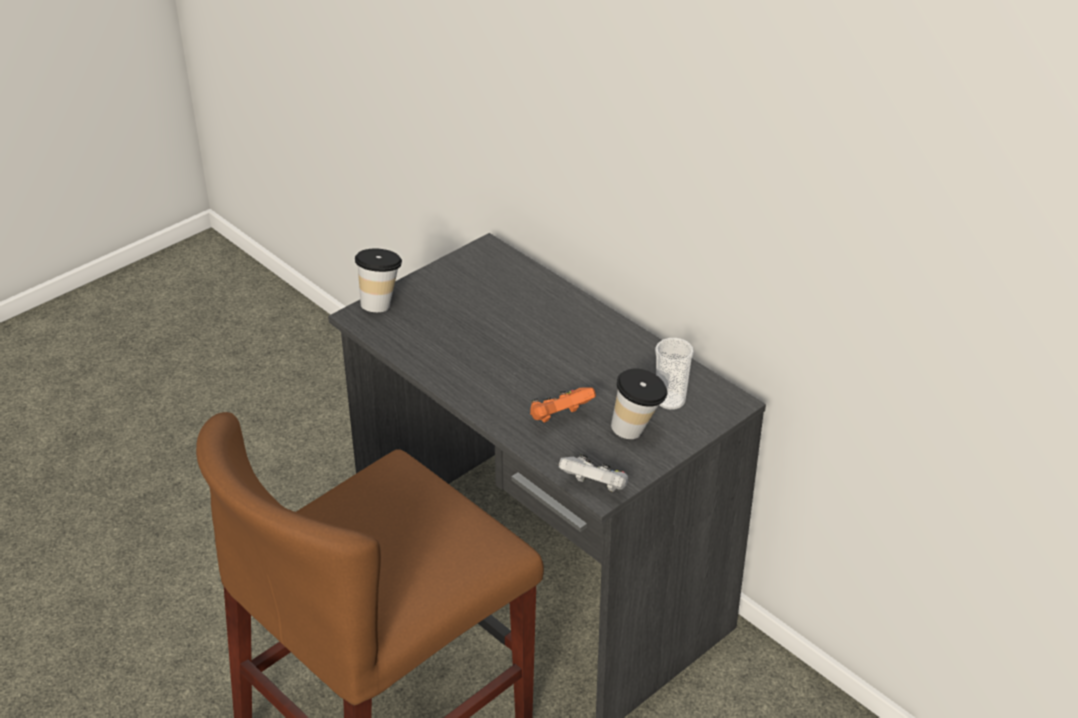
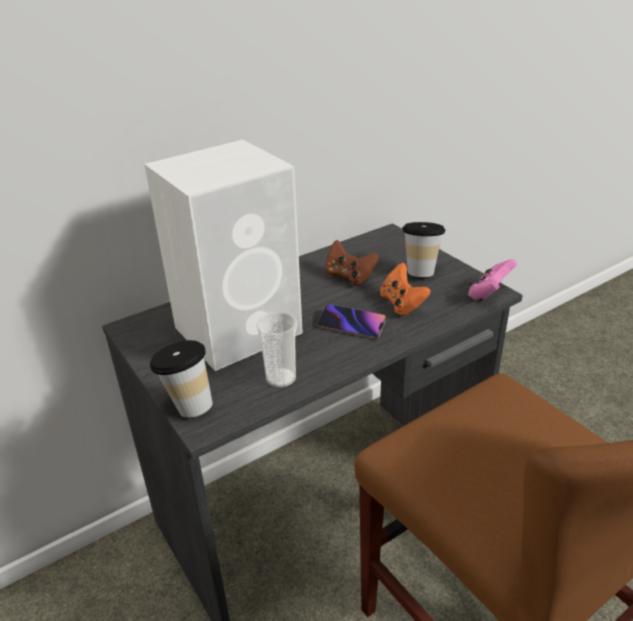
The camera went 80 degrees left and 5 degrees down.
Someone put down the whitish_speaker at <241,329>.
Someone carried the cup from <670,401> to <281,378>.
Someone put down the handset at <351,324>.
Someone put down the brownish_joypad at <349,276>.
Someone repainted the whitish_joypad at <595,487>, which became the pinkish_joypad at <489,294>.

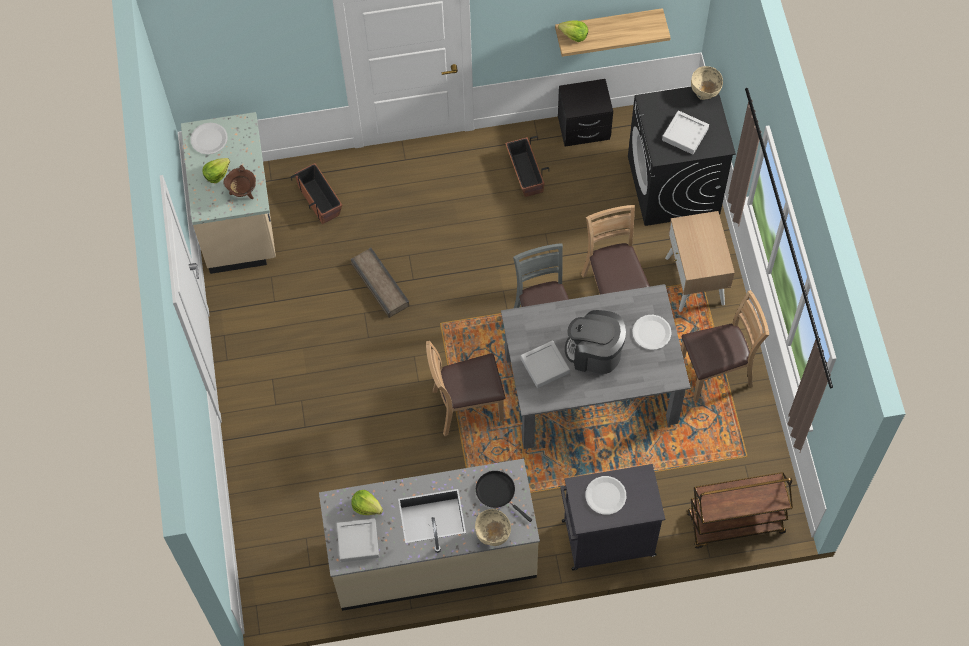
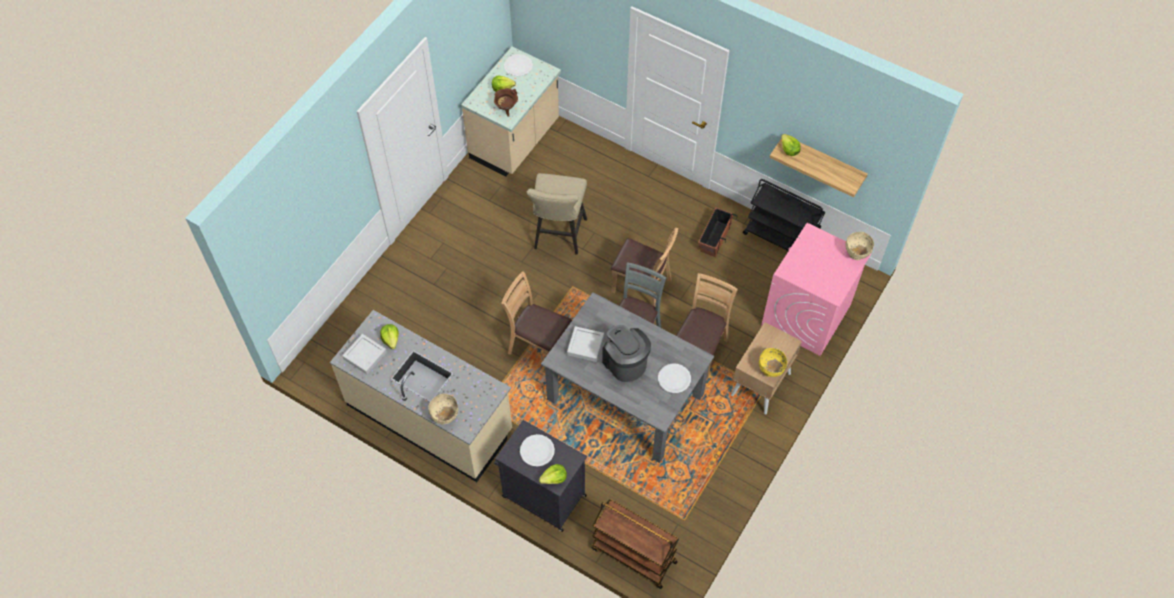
The camera went 40 degrees right and 5 degrees down.
Someone swapped the packing_crate at <379,285> for the beige-coloured_stool_seat at <558,237>.
Someone put down the lettuce_head at <554,478>.
Someone carried the brownish_chair from <716,372> to <642,286>.
Someone swapped the black-coloured_nightstand at <584,129> for the black-coloured_cart at <780,238>.
Someone put down the yellow-coloured_serving_bowl at <770,370>.
Someone repainted the black-coloured_laundry_machine at <674,186>, which became the pinkish_laundry_machine at <806,316>.
Someone took away the planter at <319,200>.
Someone took away the black-coloured_frying_pan at <498,492>.
Someone took away the gray_tray at <685,134>.

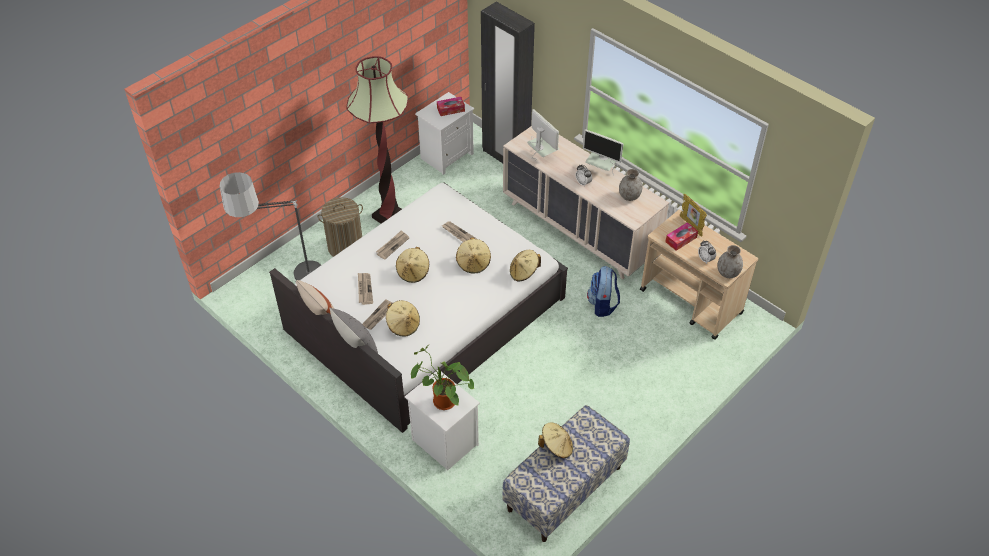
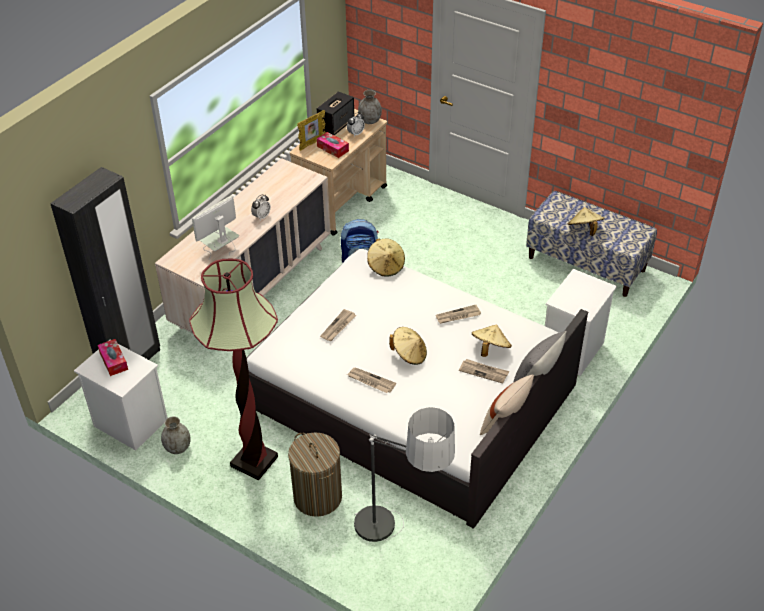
The camera went 100 degrees left and 5 degrees down.
Someone carried the gray_decorative_vase from <629,196> to <177,448>.
Someone put down the speaker at <336,125>.
Someone carried the newspaper from <364,289> to <458,316>.
Someone took away the plant_in_a_pot at <441,402>.
Someone took away the beige-coloured_hat at <473,263>.
Someone took away the computer_screen at <601,170>.

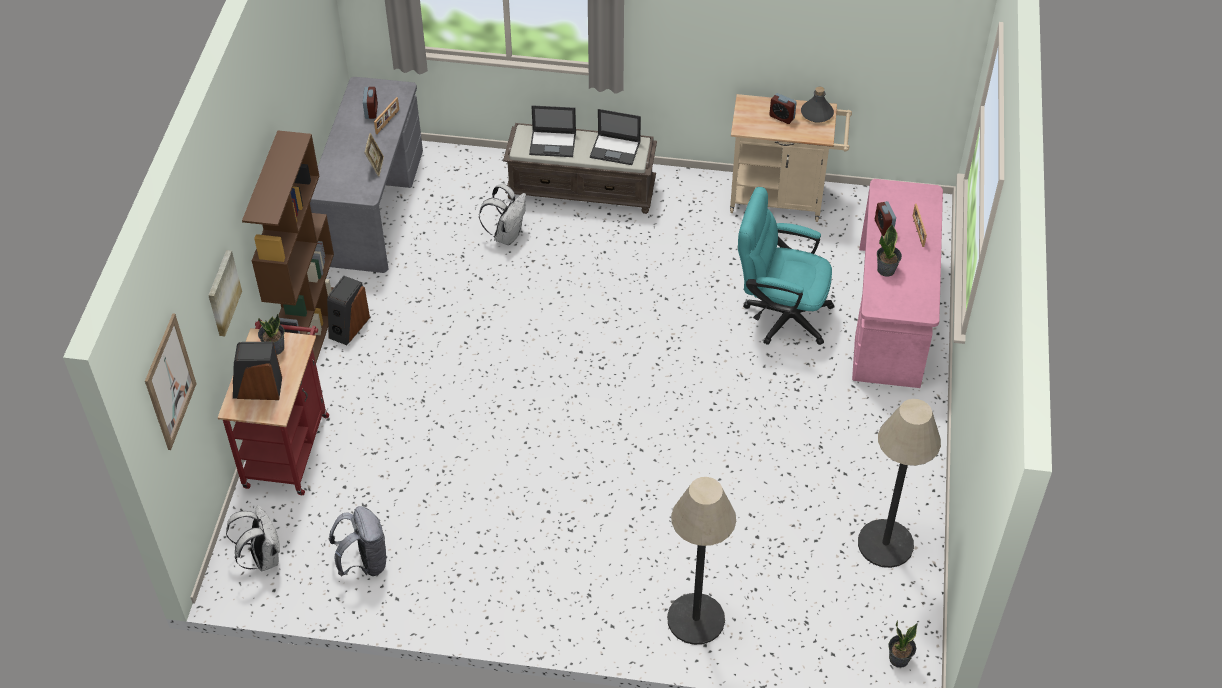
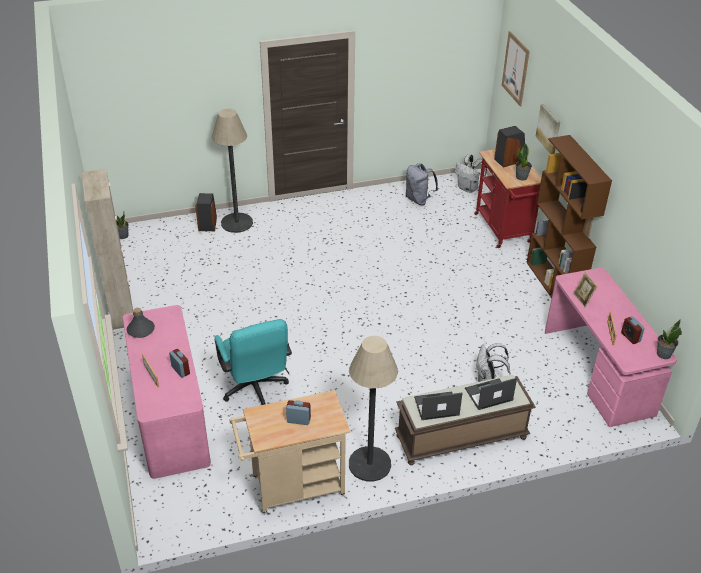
The camera went 155 degrees right and 10 degrees down.
Someone put down the beige-coloured_storage_cabinet at <122,311>.
Someone carried the gray_bottle from <816,113> to <141,330>.
Someone carried the speaker from <348,327> to <208,223>.
Someone rotated the blue-green_office_chair at <779,314> by 75 degrees clockwise.
Someone carried the floor_lamp from <885,543> to <369,464>.
Someone repainted the gray_desk at <373,206>, which became the pinkish_desk at <598,371>.
Someone carried the plant_in_a_pot from <886,270> to <663,354>.

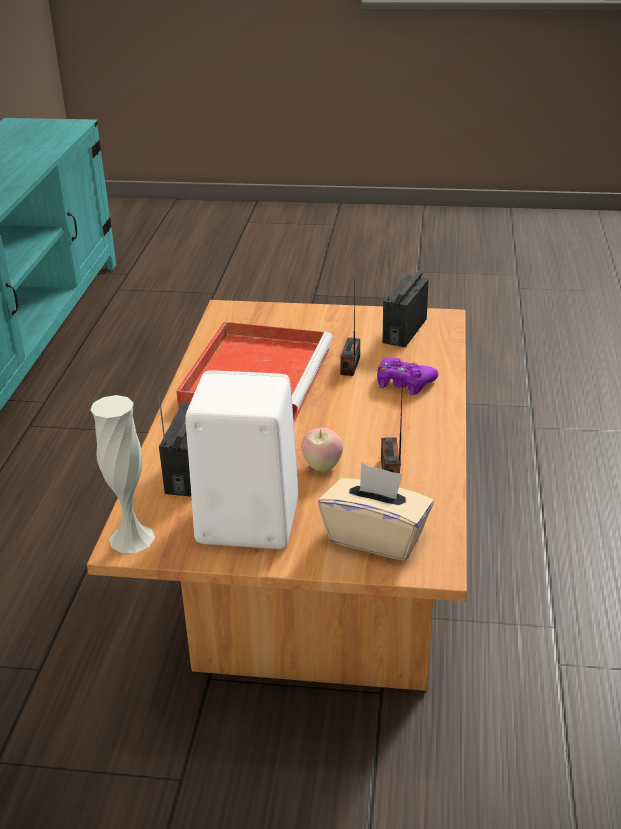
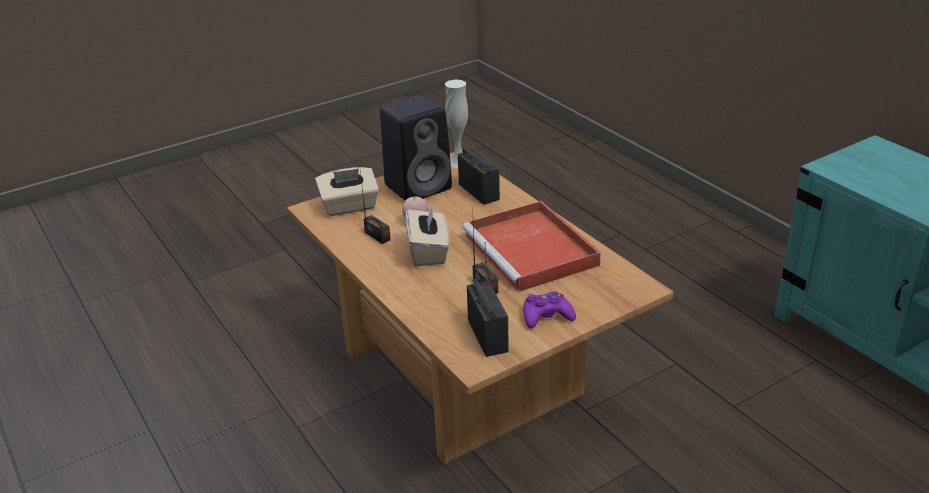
The camera went 140 degrees right and 0 degrees up.
Someone repainted the whitish_speaker at <243,522>, which became the black-coloured_speaker at <419,186>.
Someone put down the beige-coloured_tissue_holder at <428,252>.
Someone carried the purple_joypad from <404,383> to <546,316>.

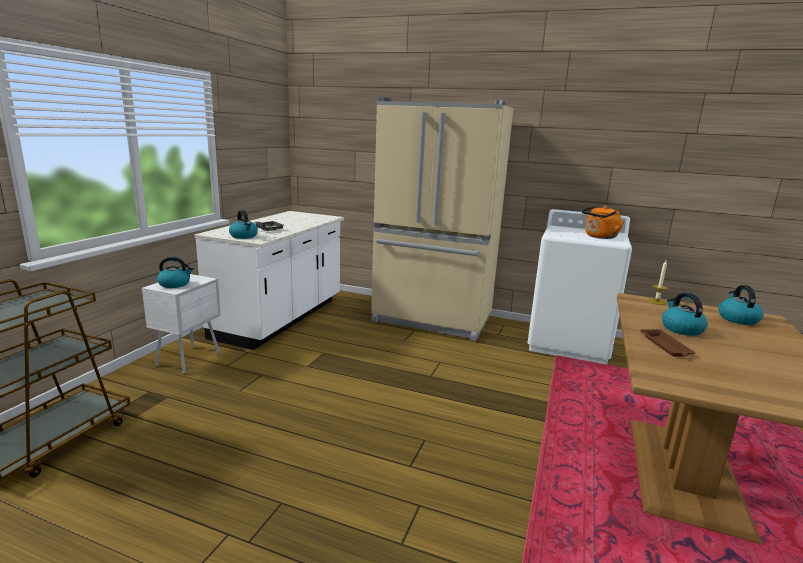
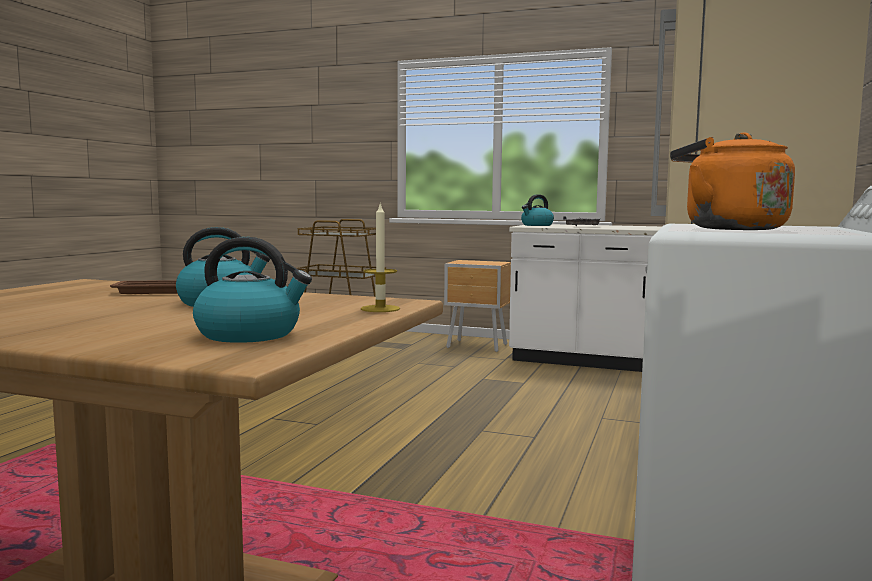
The camera went 90 degrees right and 10 degrees down.
Someone repainted the whitish_nightstand at <190,359>, which became the brownish_nightstand at <478,346>.
Someone took away the tea_kettle at <175,284>.

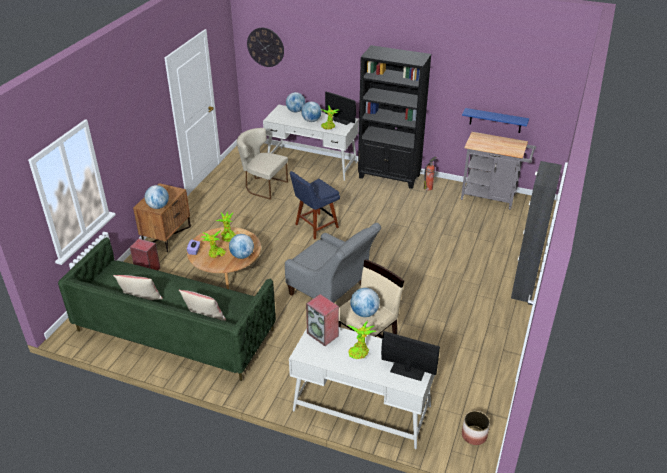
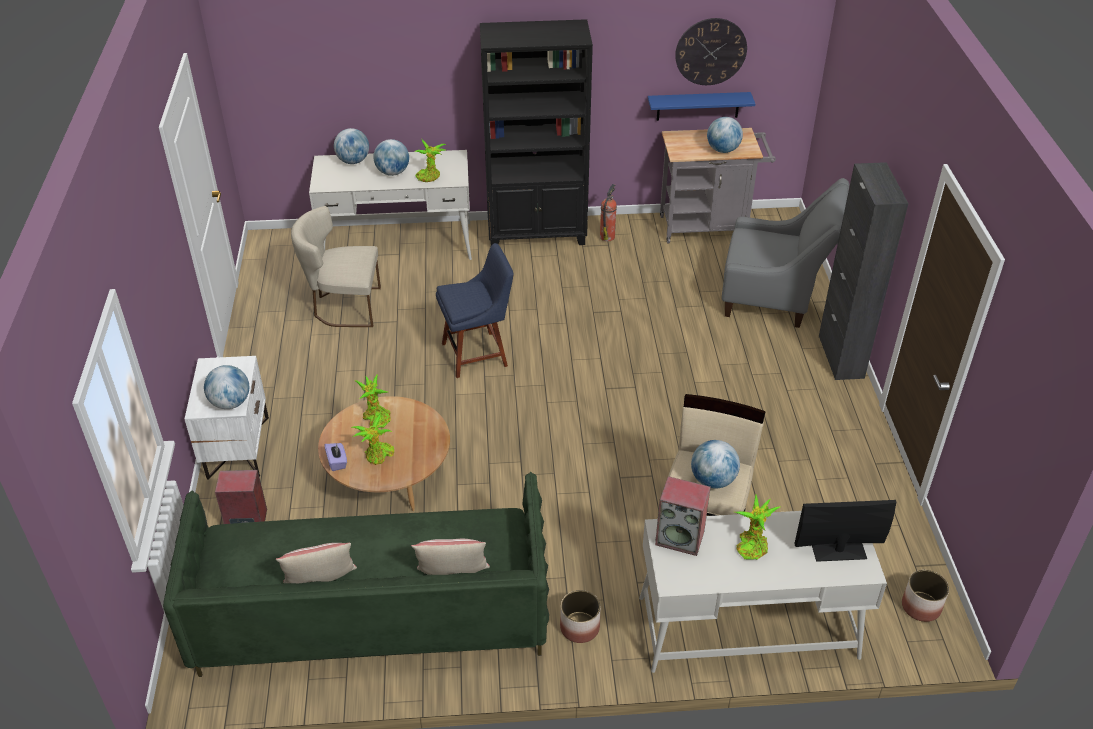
The camera went 25 degrees left and 5 degrees up.
Someone repainted the brownish_nightstand at <167,236>, which became the whitish_nightstand at <237,447>.
Someone rotated the blue_chair at <315,227> by 135 degrees counterclockwise.
Someone put down the planter at <580,628>.
Someone carried the clock_on_the_wall from <265,47> to <711,51>.
Someone carried the world_globe from <242,256> to <723,150>.
Someone carried the gray_armchair from <331,292> to <775,297>.
Someone took away the computer_screen at <340,120>.

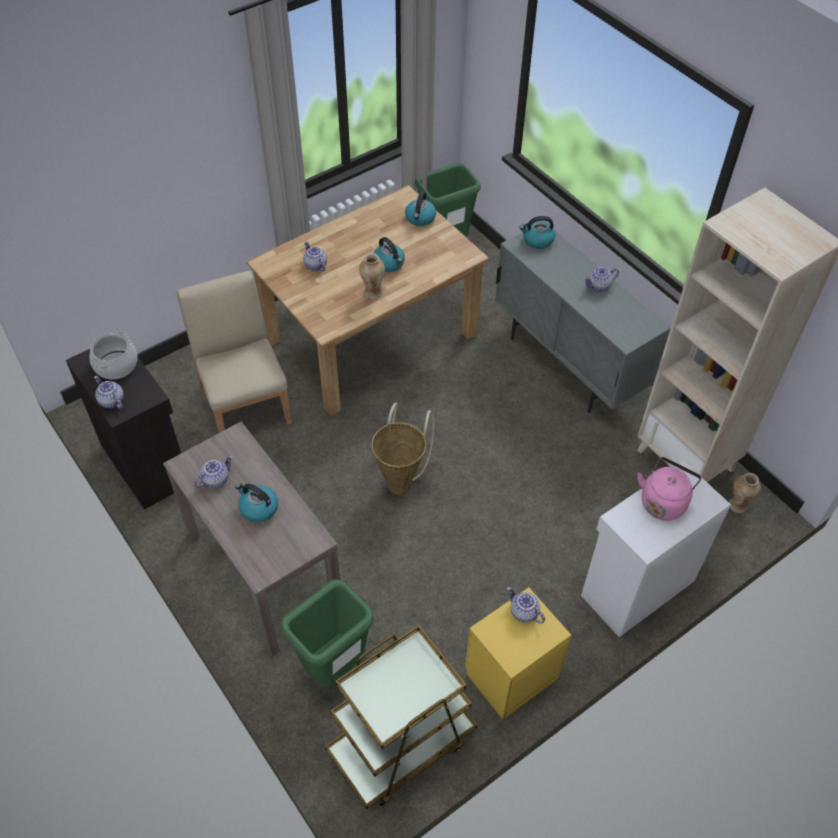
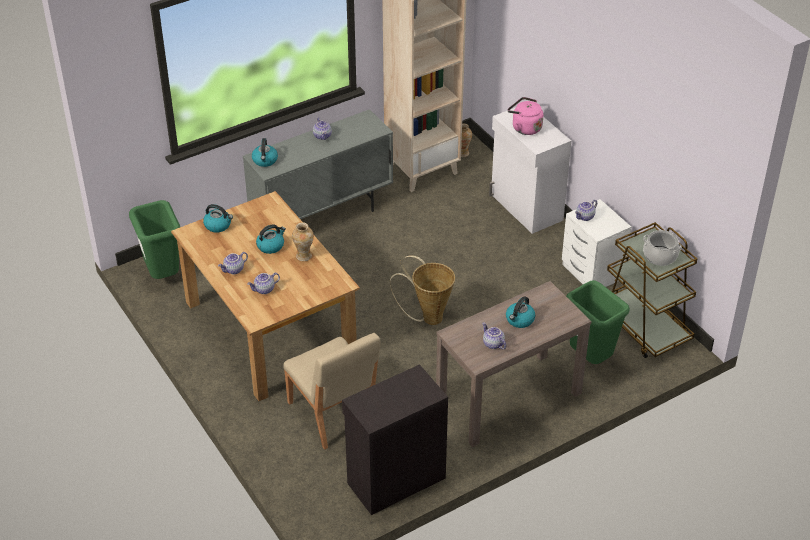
The camera went 85 degrees left and 10 degrees down.
Someone carried the teapot from <111,401> to <234,270>.
Someone rotated the beige-coloured_chair at <246,402> by 105 degrees counterclockwise.
Someone repainted the yellow-coloured_nightstand at <509,675>, which became the whitish_nightstand at <592,273>.
Someone carried the cooking_pot from <116,365> to <660,256>.

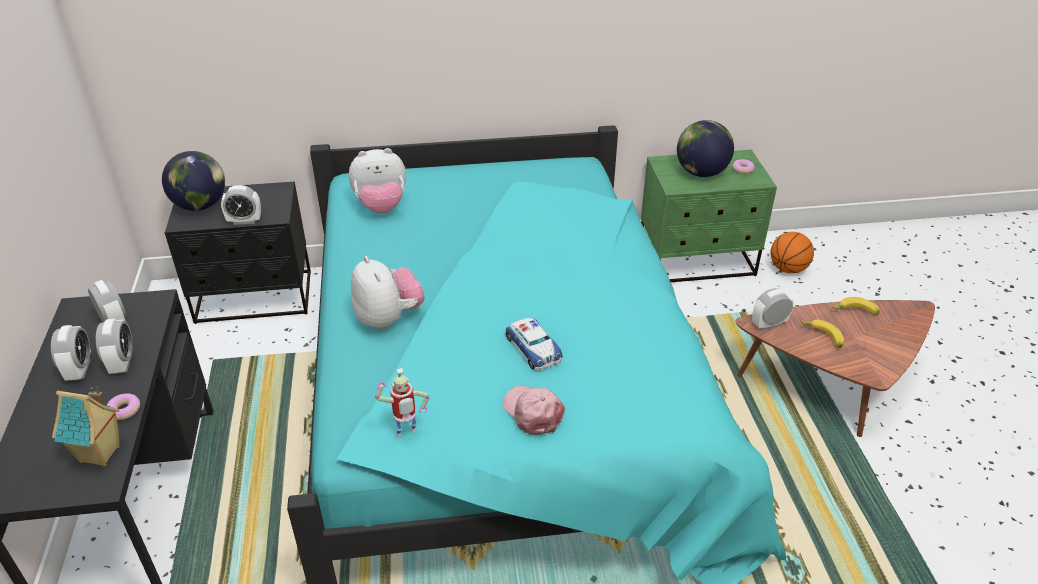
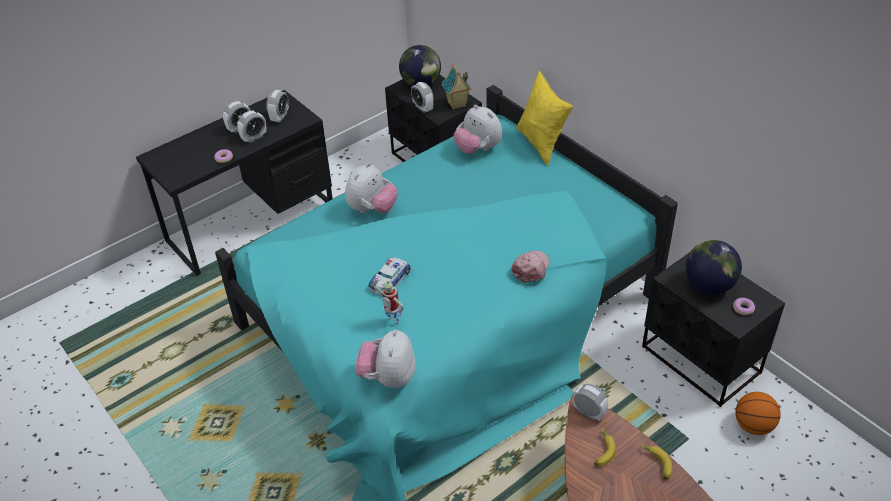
The camera went 60 degrees right and 5 degrees up.
Someone put down the soft_toy at <388,377>.
Someone carried the robot_figure from <406,435> to <392,321>.
Someone carried the model_house from <101,454> to <456,105>.
Someone carried the pinkish_cap from <533,412> to <531,268>.
Someone put down the yellow-coloured_cushion at <541,144>.
Someone repainted the greenish_nightstand at <697,261>, which became the black-coloured_nightstand at <700,361>.

